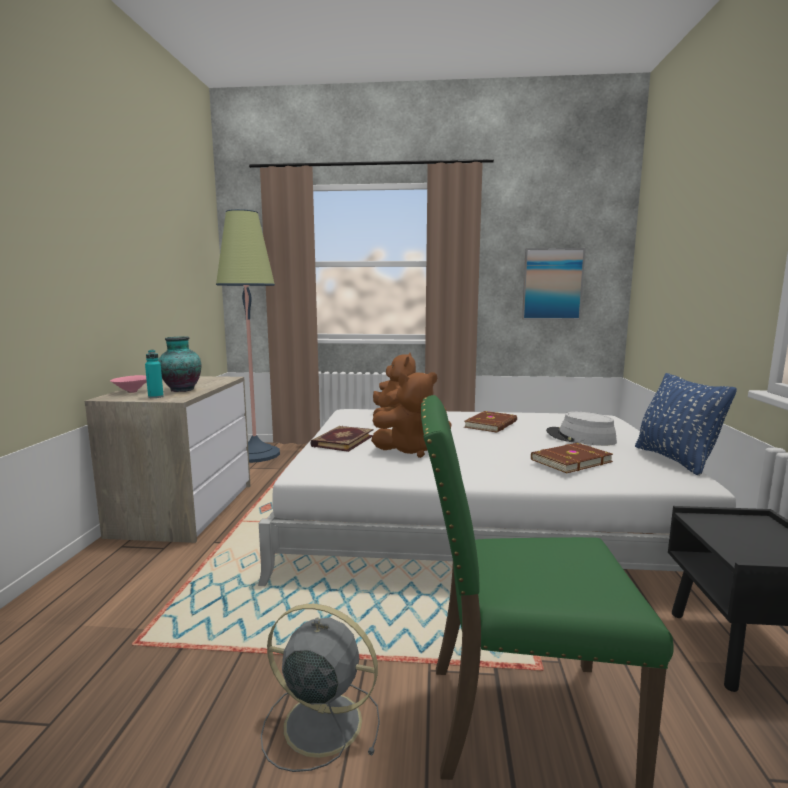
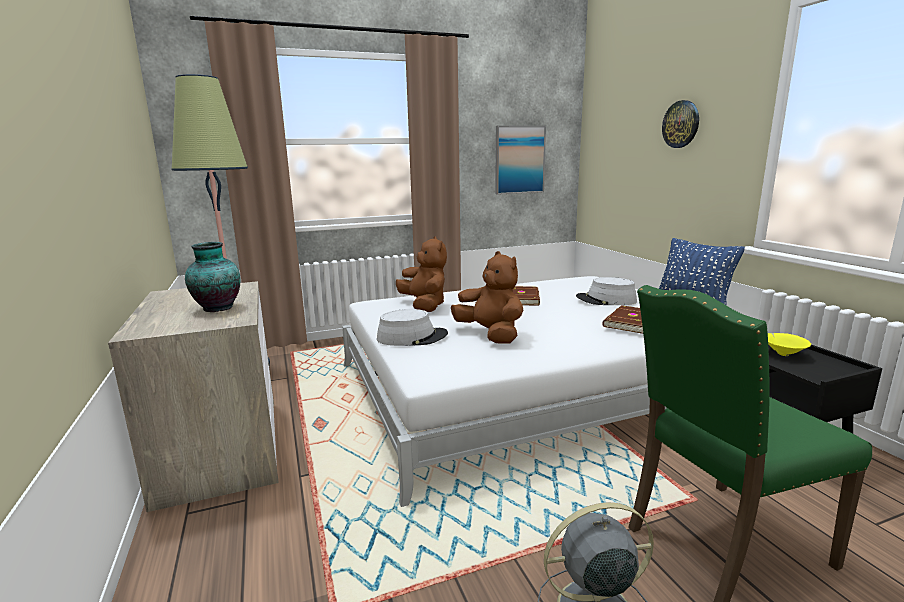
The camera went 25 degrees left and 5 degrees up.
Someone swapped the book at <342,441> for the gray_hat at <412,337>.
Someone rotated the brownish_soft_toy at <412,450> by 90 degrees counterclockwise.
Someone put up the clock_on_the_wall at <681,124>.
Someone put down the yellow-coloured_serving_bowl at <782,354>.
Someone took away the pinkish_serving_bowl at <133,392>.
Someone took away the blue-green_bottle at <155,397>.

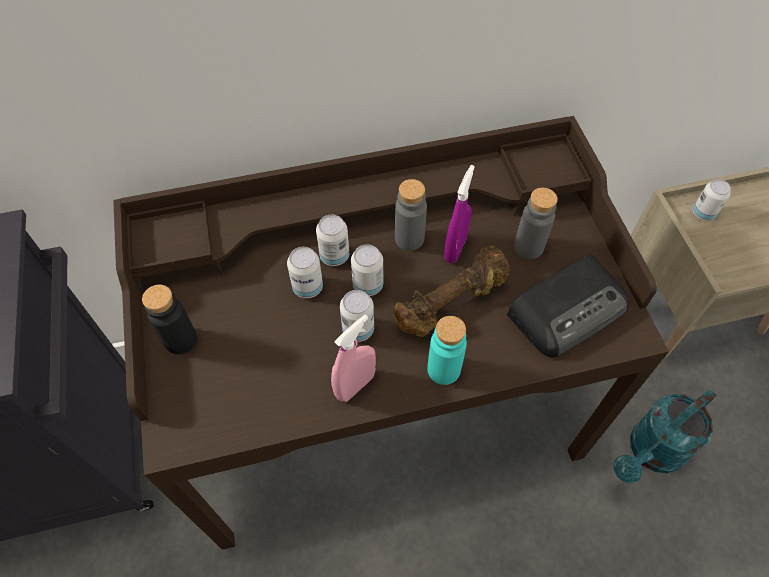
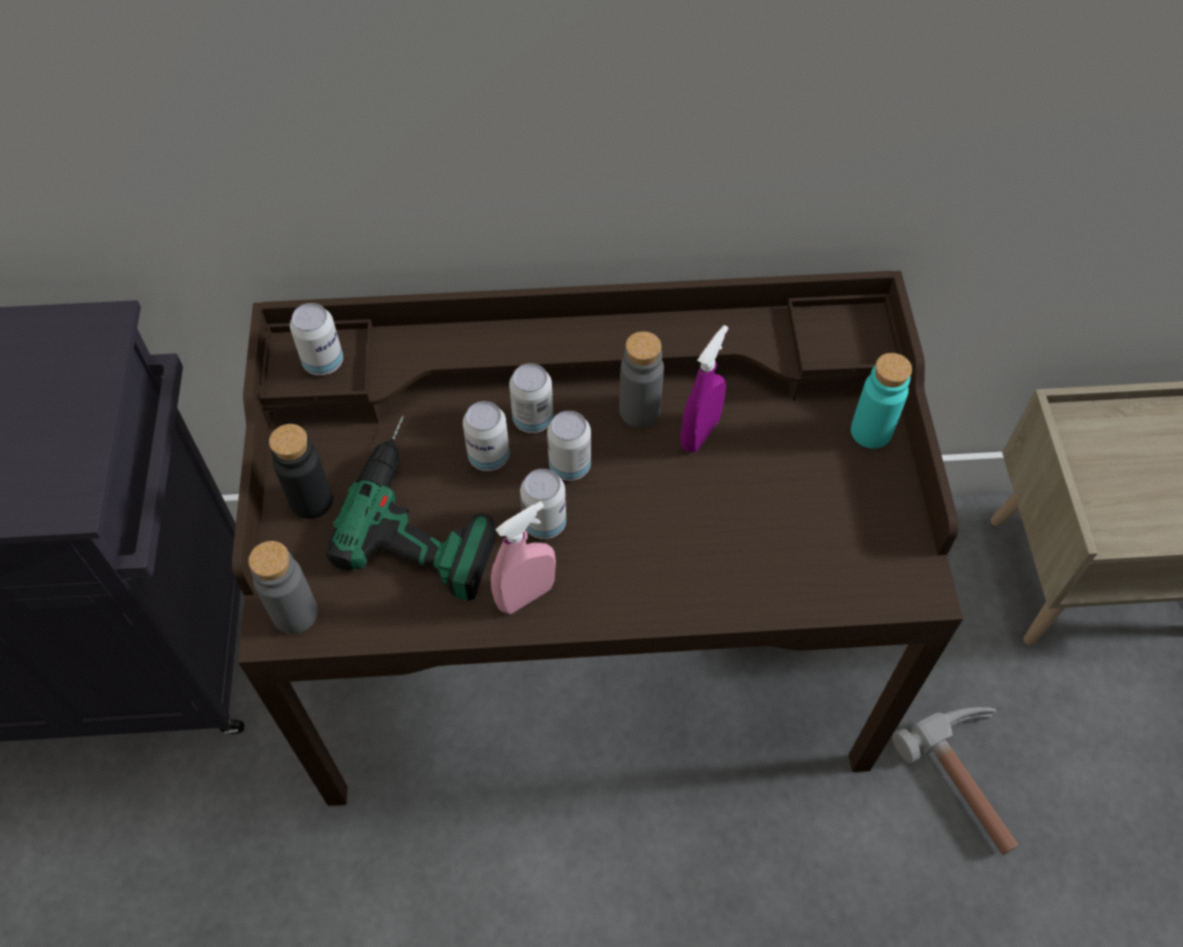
The camera went 10 degrees right and 0 degrees up.
Someone carried the gray_bottle from <528,247> to <295,613>.
Someone carried the can from <703,213> to <323,362>.
Someone put down the drill at <427,509>.
Someone carried the blue-green_bottle from <443,369> to <871,431>.
Someone swapped the blue-green_watering_can at <650,452> for the tool_hammer at <974,780>.
Someone took away the brownish_hand_weight at <451,303>.
Someone took away the radio_receiver at <568,309>.

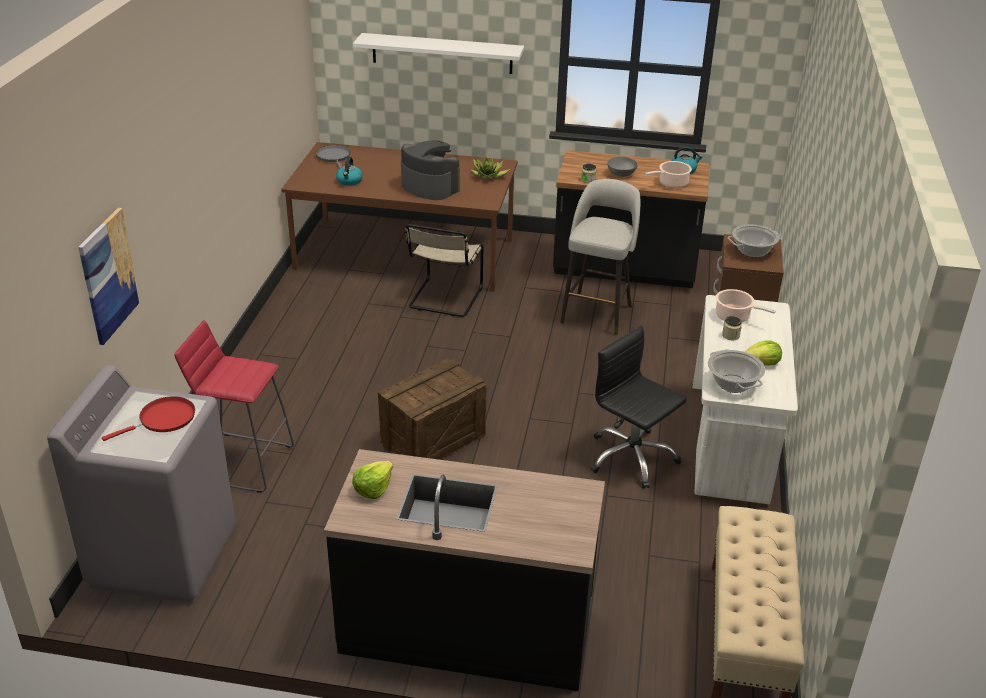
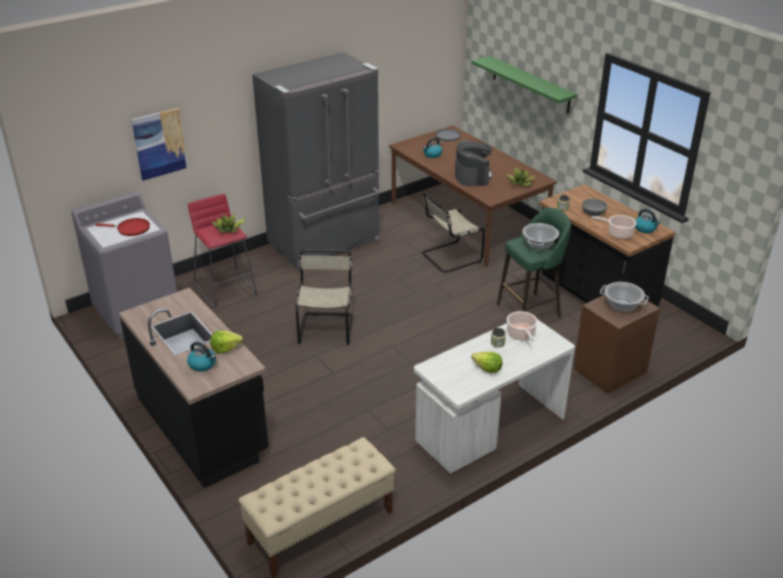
The camera went 45 degrees right and 0 degrees up.
Someone put down the tea_kettle at <203,364>.
Someone carried the lettuce_head from <373,488> to <225,347>.
Someone put down the plant_in_a_pot at <229,229>.
Someone put down the gray_kitchen_fridge at <326,244>.
Someone swapped the packing_crate at <433,439> for the beige-coloured_chair at <326,328>.
Someone repainted the whitish_bracket_shelf at <442,53>, which became the greenish_bracket_shelf at <530,85>.
Someone repainted the gray_stool_seat at <597,313>, which became the greenish_stool_seat at <530,310>.
Someone carried the cooking_pot from <733,384> to <539,244>.
Someone took away the black-coloured_office_chair at <631,458>.

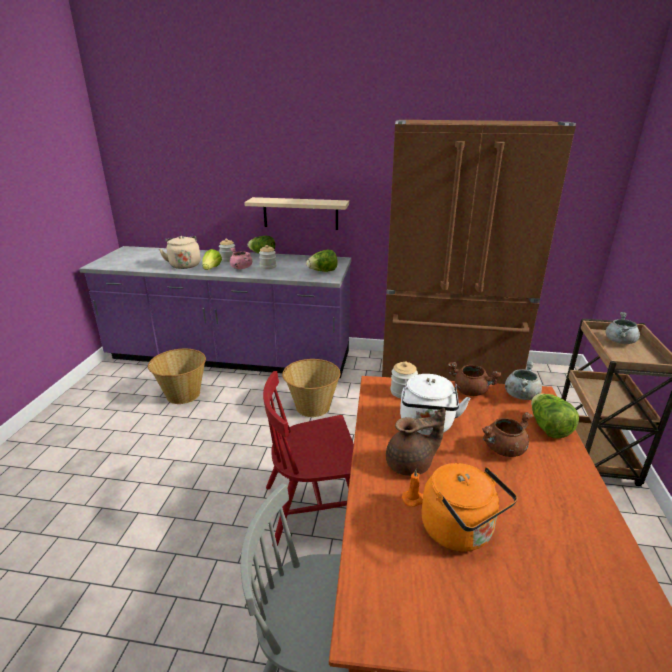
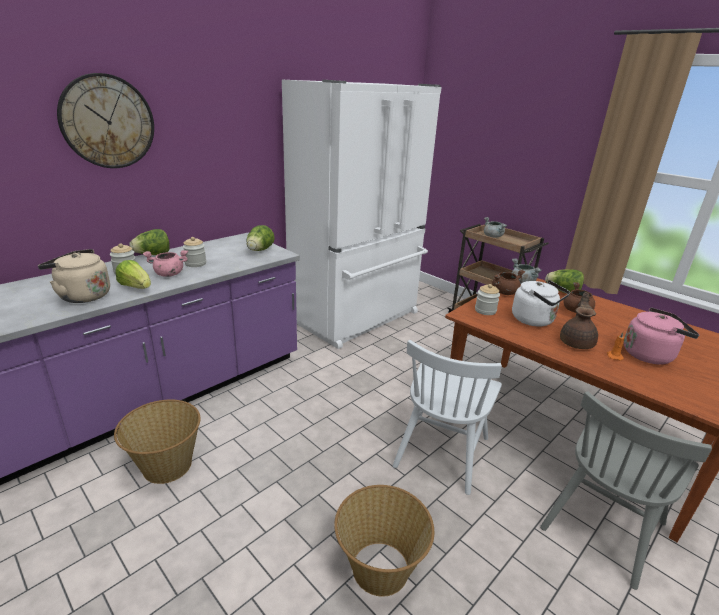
The camera went 55 degrees left and 0 degrees up.
Someone put up the clock_on_the_wall at <107,122>.
Someone repainted the brownish_kitchen_fridge at <447,378>, which became the whitish_kitchen_fridge at <357,317>.
Someone carried the storage_basket from <312,407> to <379,569>.
Someone repainted the red-coloured_chair at <314,508>, which became the whitish_chair at <441,451>.
Someone repainted the orange-coloured_tea_kettle at <460,531>, which became the pinkish_tea_kettle at <650,355>.
Someone took away the beige-coloured_bracket_shelf at <300,213>.

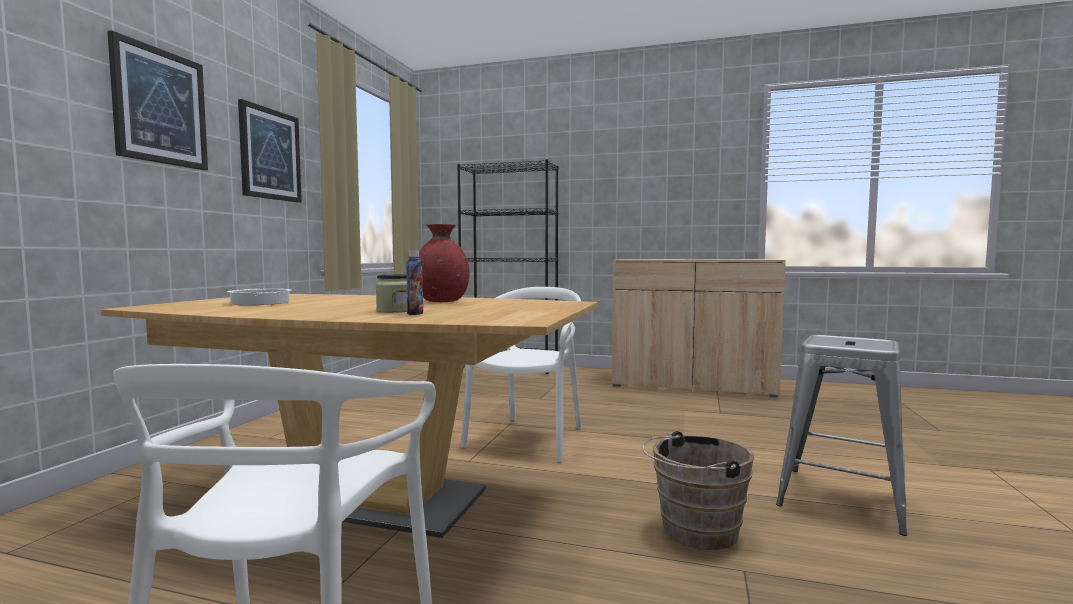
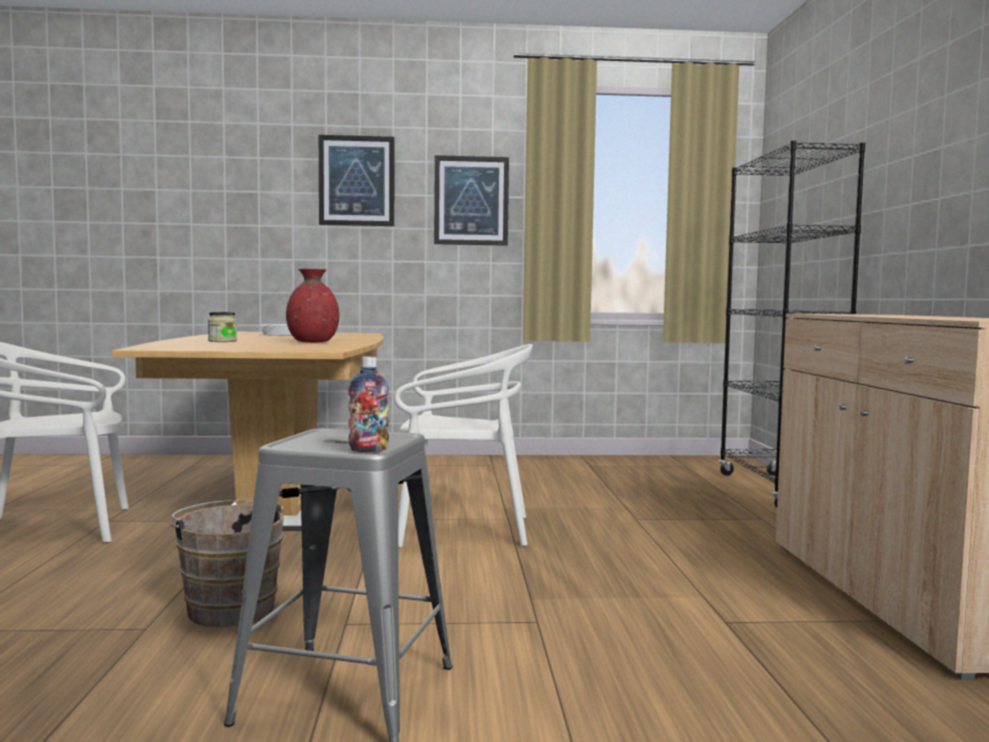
The camera went 70 degrees right and 0 degrees up.
Someone carried the bottle from <415,313> to <368,450>.

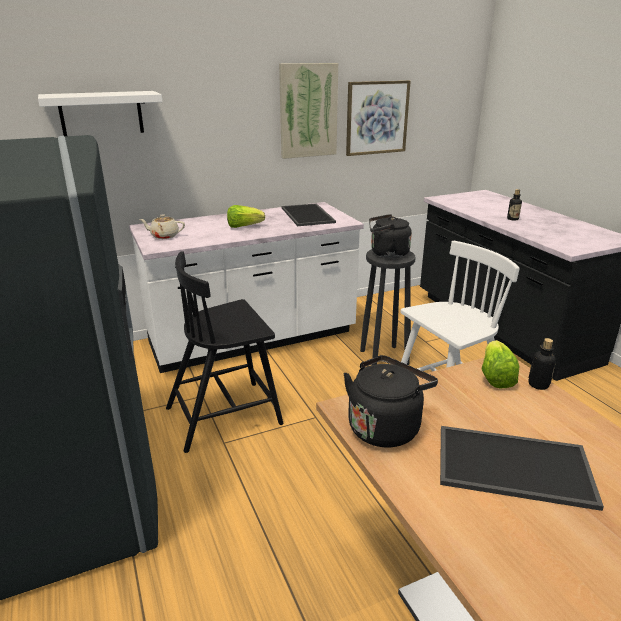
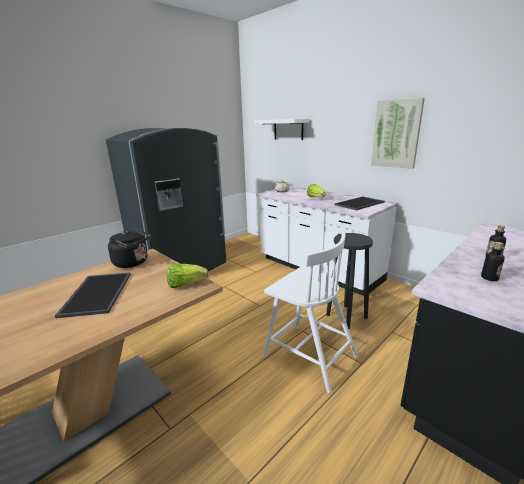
The camera went 70 degrees right and 5 degrees down.
Someone carried the bottle from <538,384> to <489,278>.
Someone took away the black-coloured_chair at <226,415>.
Someone took away the picture at <377,118>.
Someone took away the black-coloured_tea_kettle at <387,253>.

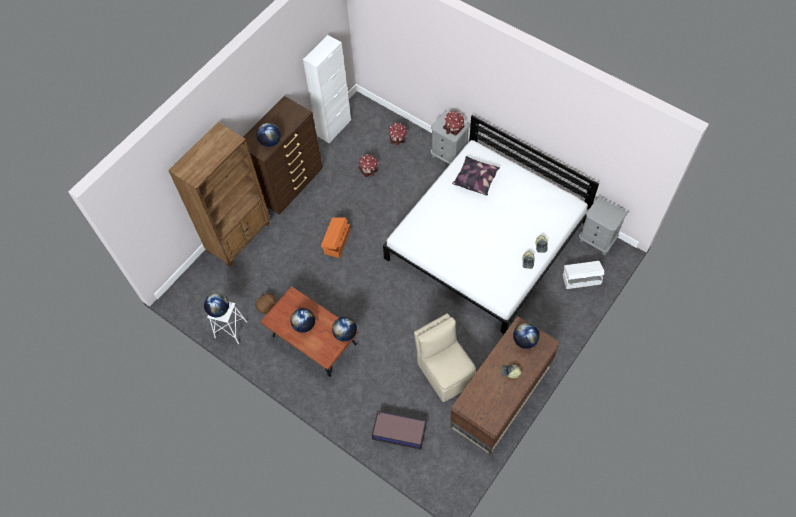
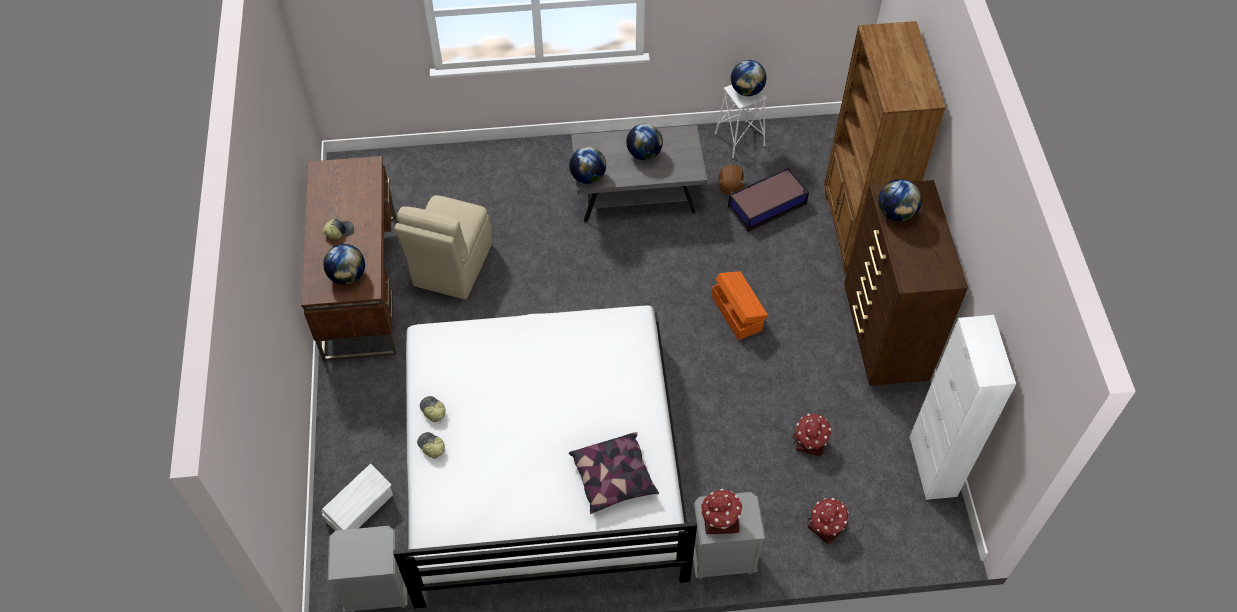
The camera went 135 degrees right and 5 degrees down.
Someone rotated the beige-coloured_chair at <445,372> by 90 degrees clockwise.
Someone repainted the brownish_low_table at <314,340>, which became the gray_low_table at <636,192>.
Someone carried the storage_box from <398,431> to <768,205>.

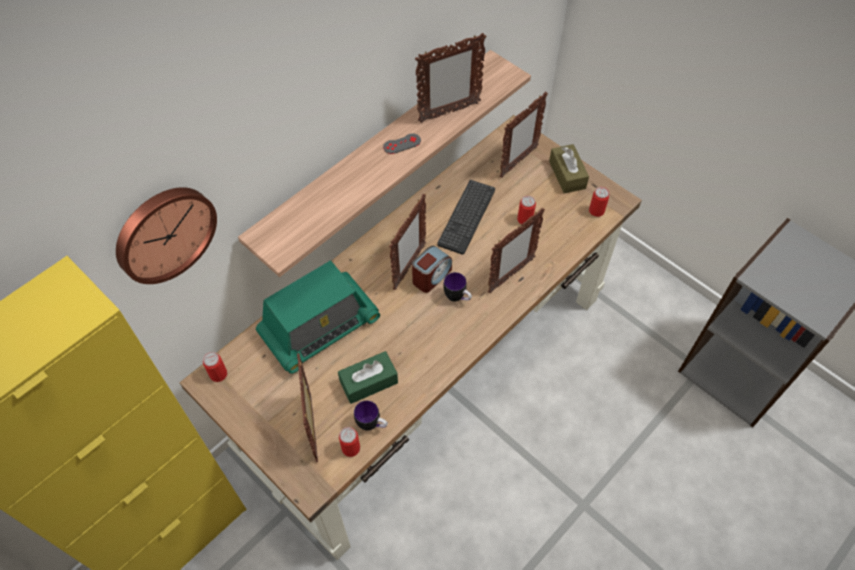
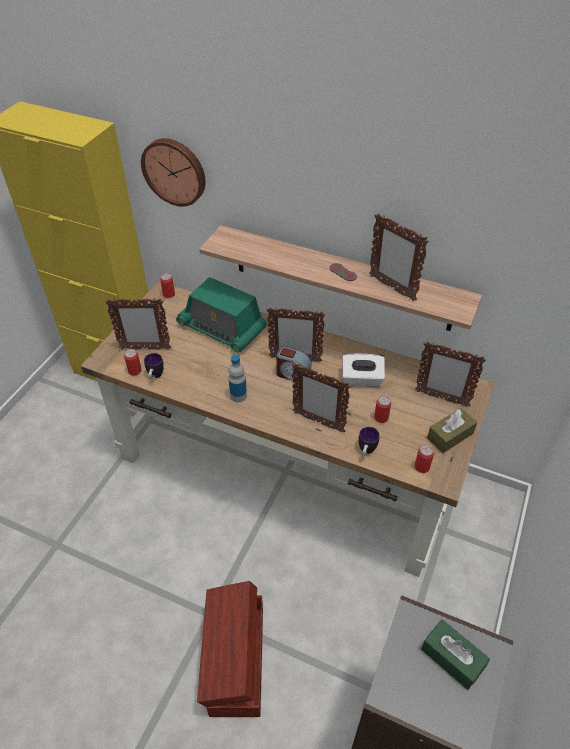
The camera went 70 degrees right and 10 degrees down.
Someone rotated the picture_frame at <314,427> by 150 degrees counterclockwise.
Someone put down the brownish_storage_box at <235,661>.
Someone put down the bottle at <238,396>.
Someone swapped the computer_keyboard at <466,217> for the whitish_tissue_holder at <361,380>.
Someone carried the mug from <457,298> to <366,452>.
Someone carried the greenish_tissue_holder from <368,382> to <452,658>.

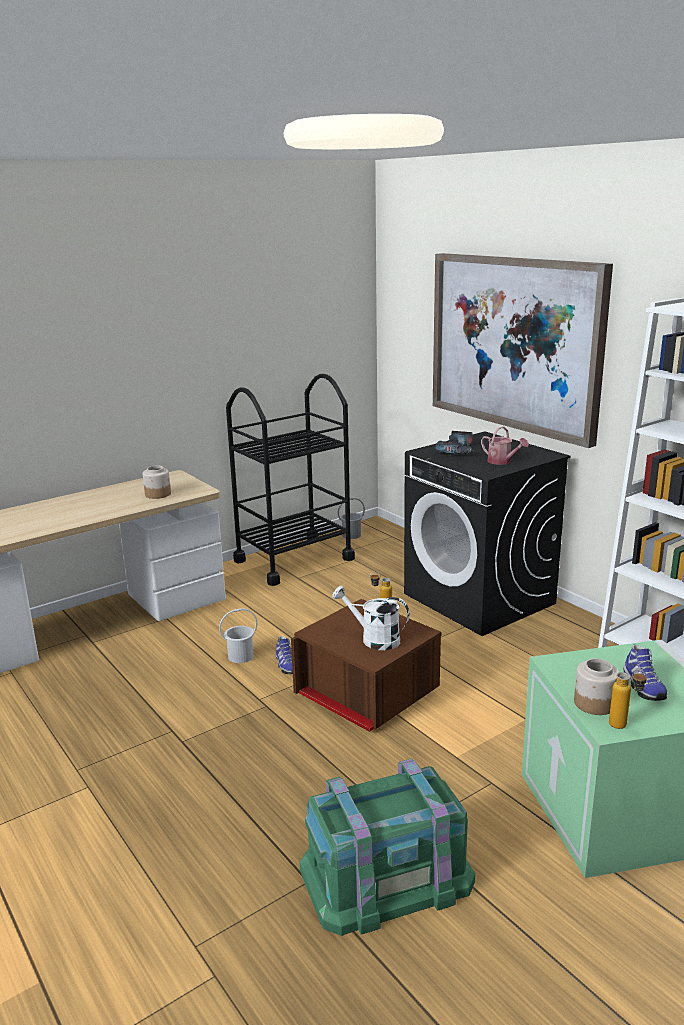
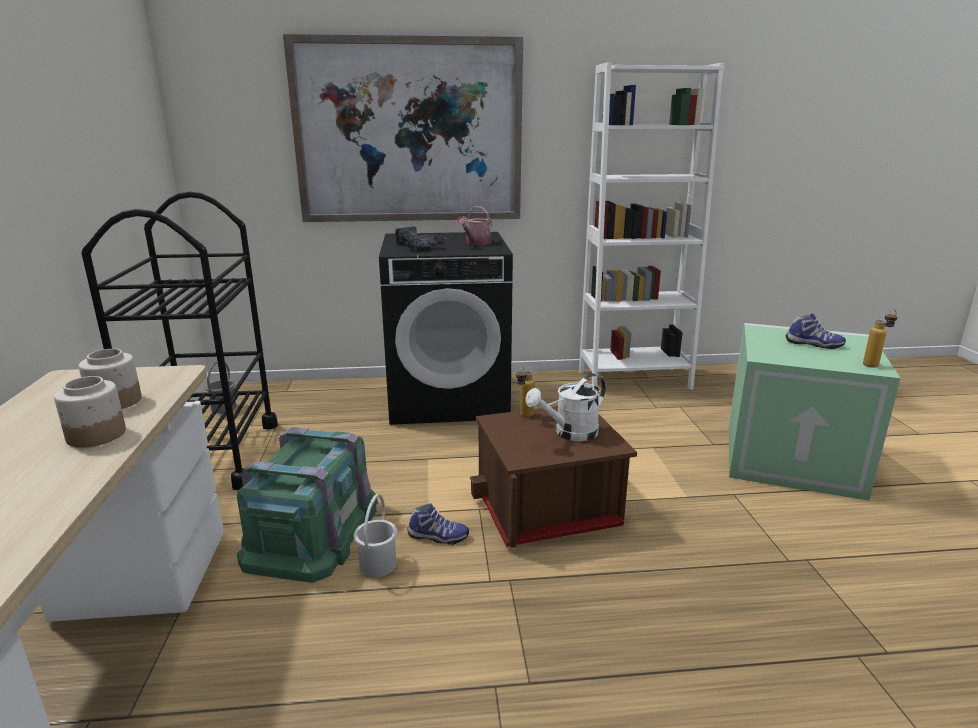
The camera went 60 degrees left and 0 degrees up.
Someone carried the preserve_jar from <594,703> to <96,435>.
Someone carried the greenish_storage_box from <386,876> to <313,531>.
Someone rotated the watering_can at <502,461> by 135 degrees clockwise.

